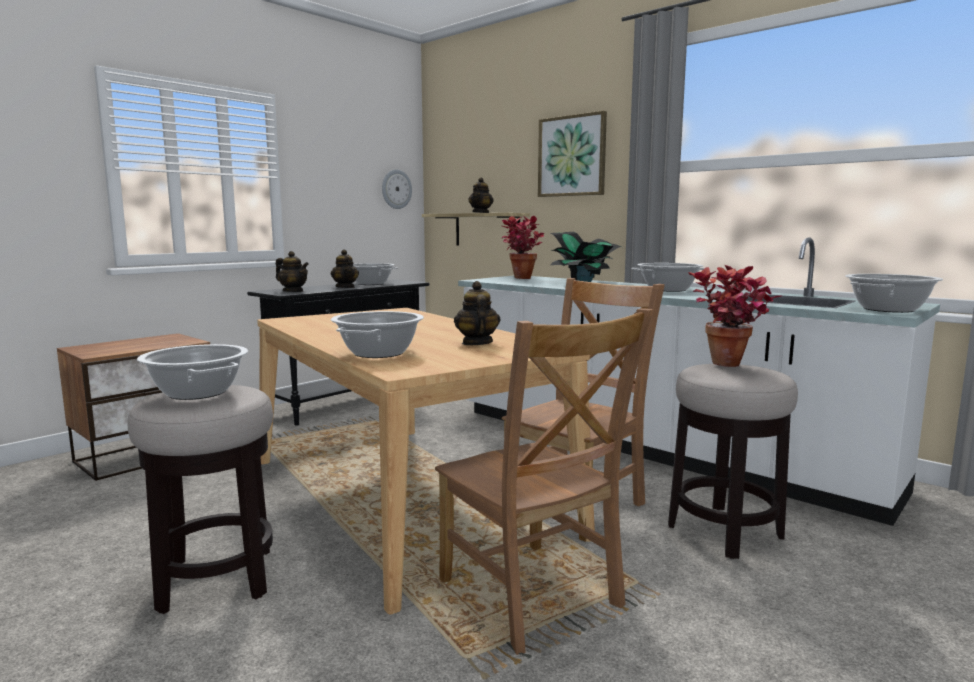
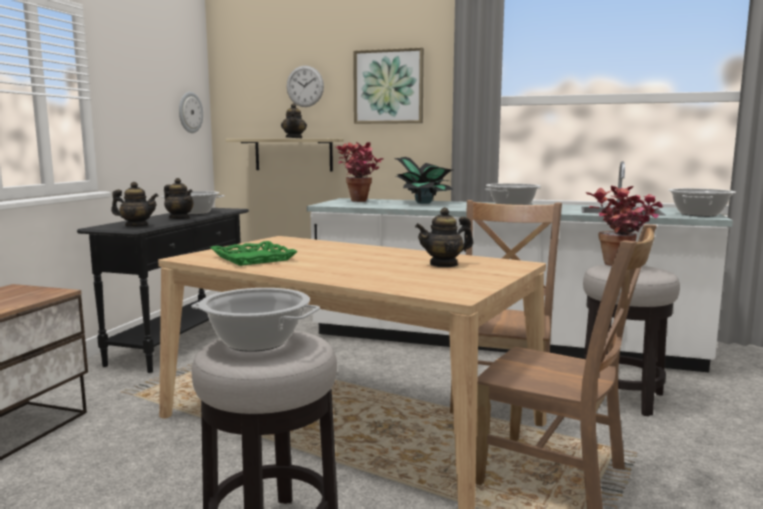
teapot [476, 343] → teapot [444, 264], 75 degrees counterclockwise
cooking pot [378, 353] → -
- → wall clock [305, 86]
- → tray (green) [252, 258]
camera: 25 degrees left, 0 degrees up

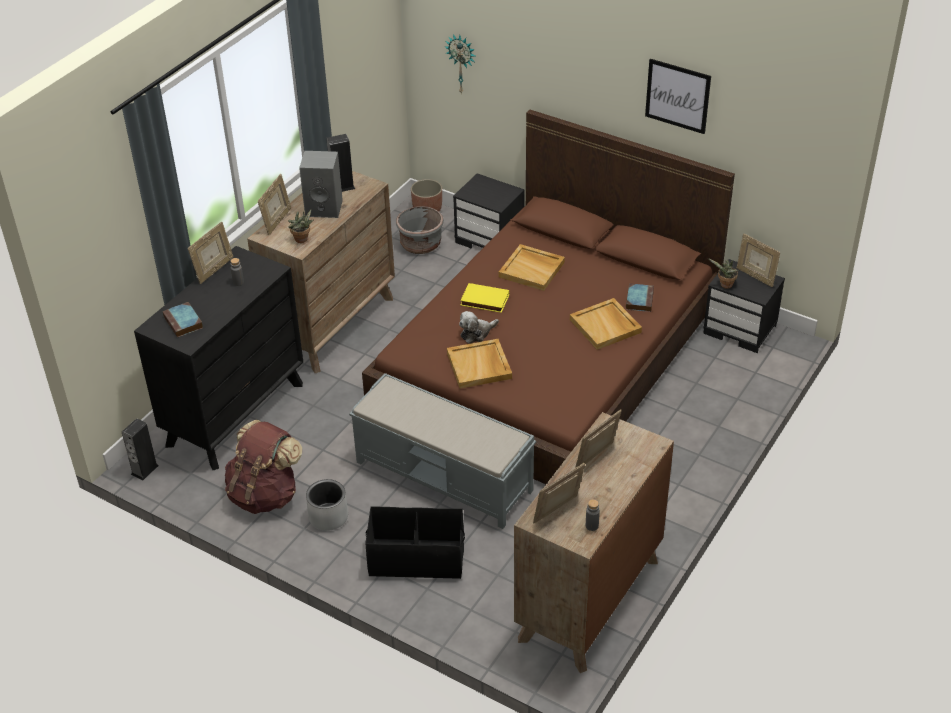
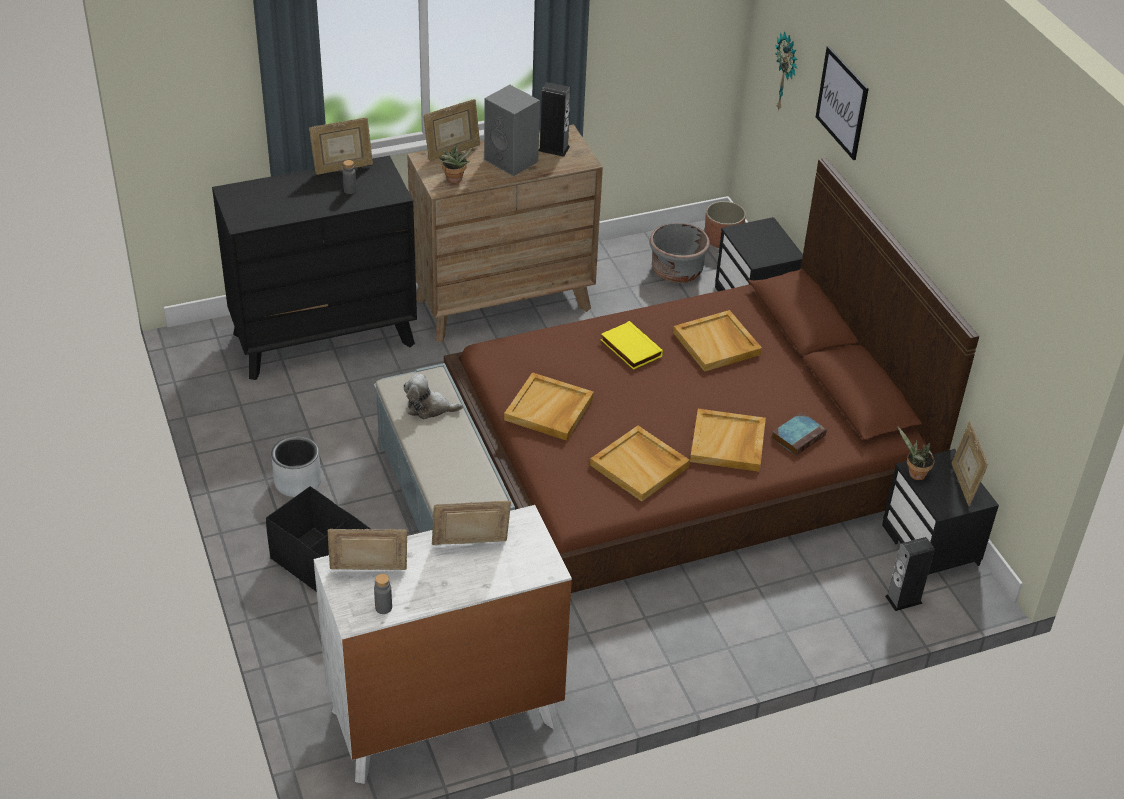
picture [677, 96] → picture [842, 102], moved
book [184, 323] → -
plush toy [476, 333] → plush toy [429, 408], moved
dresser (brown) [589, 600] → dresser (white) [445, 718]
speaker [144, 470] → speaker [903, 599], moved
backpack (brown) [265, 494] → -
- → tray (beige) [640, 466]
camera: 35 degrees right, 0 degrees up

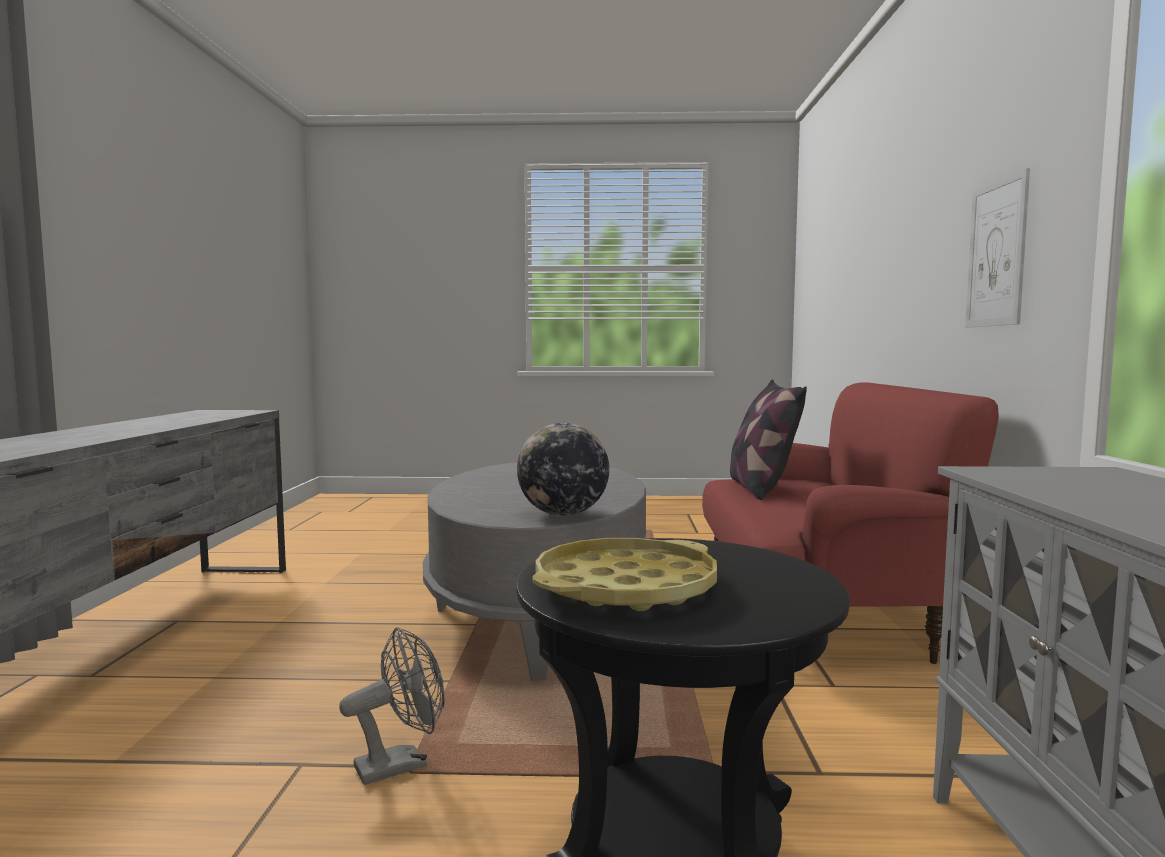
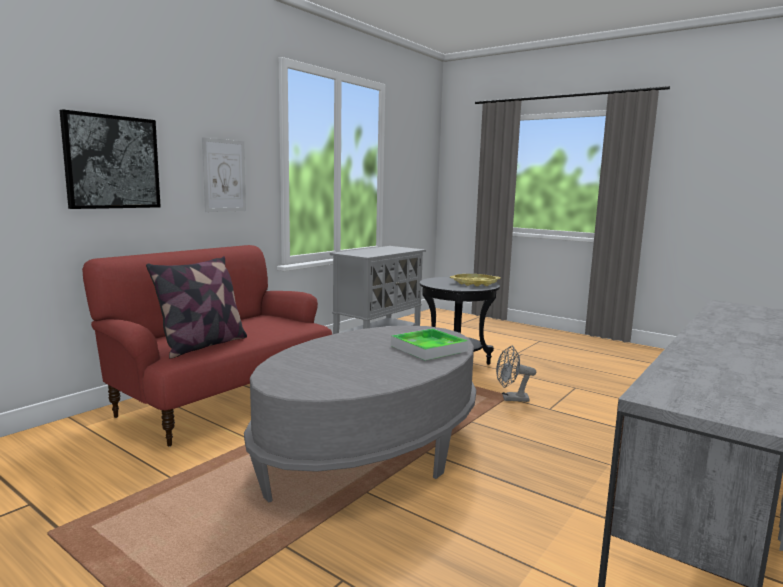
globe [563, 514] → -
- → picture [112, 162]
- → tray [428, 348]
camera: 145 degrees left, 5 degrees up

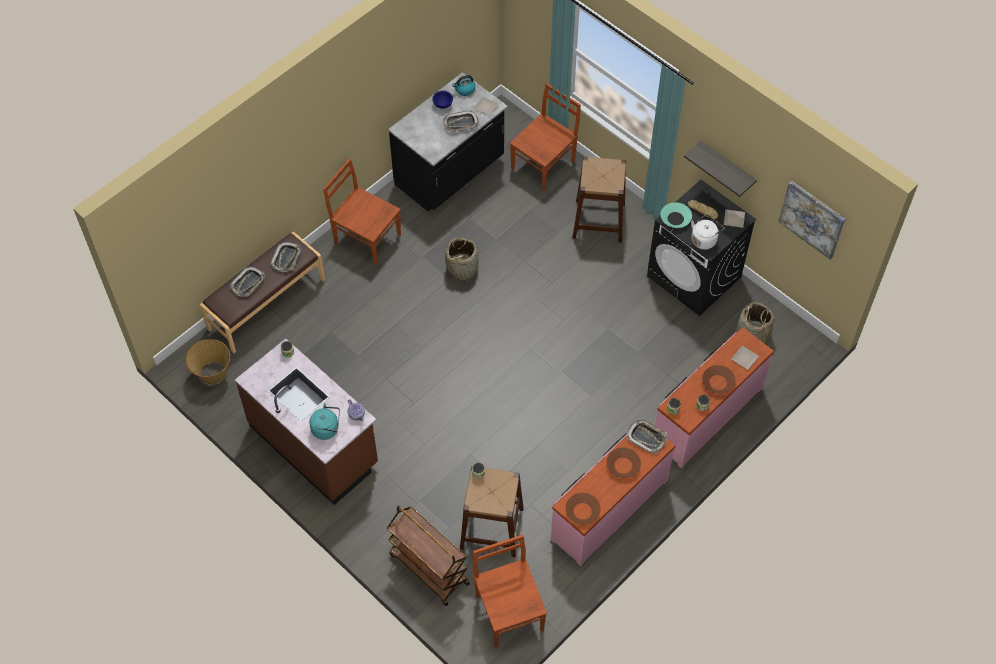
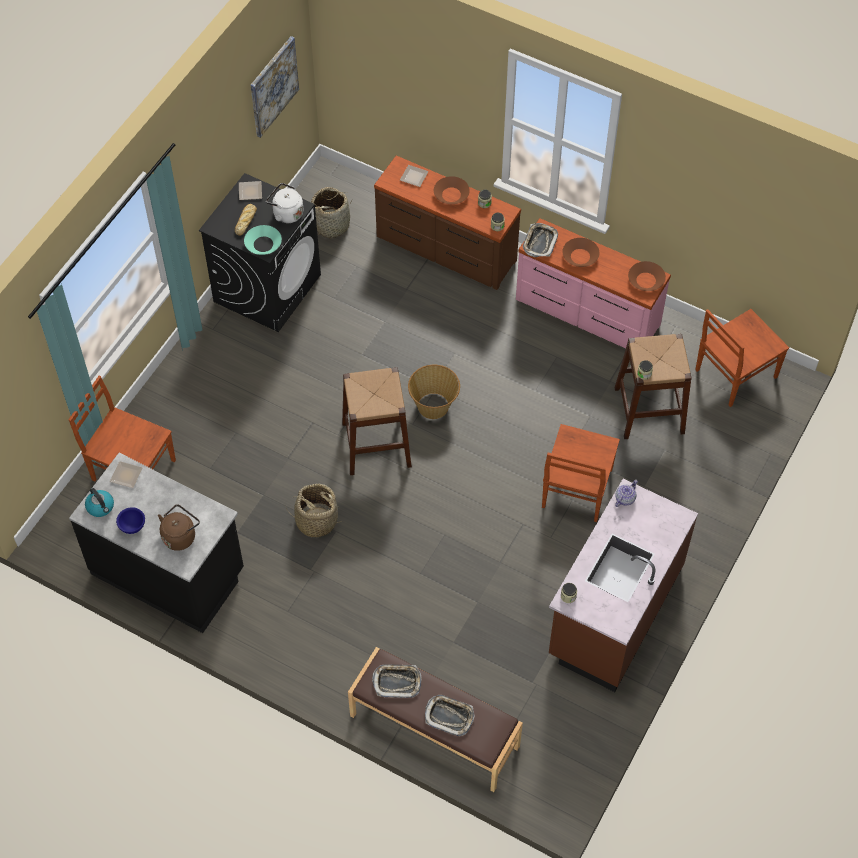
tray [460, 123] → -
shelf [727, 168] → -
stool (brown) [598, 220] → stool (brown) [376, 444], moved
chair (brown) [366, 238] → chair (brown) [576, 490], moved
dresser (pink) [706, 415] → dresser (brown) [445, 249]
basket [213, 373] → basket [434, 406], moved
kettle (turquoise) [327, 429] → -
cart (brown) [428, 569] → -
- → kettle (brown) [180, 536]
camera: 105 degrees left, 0 degrees up

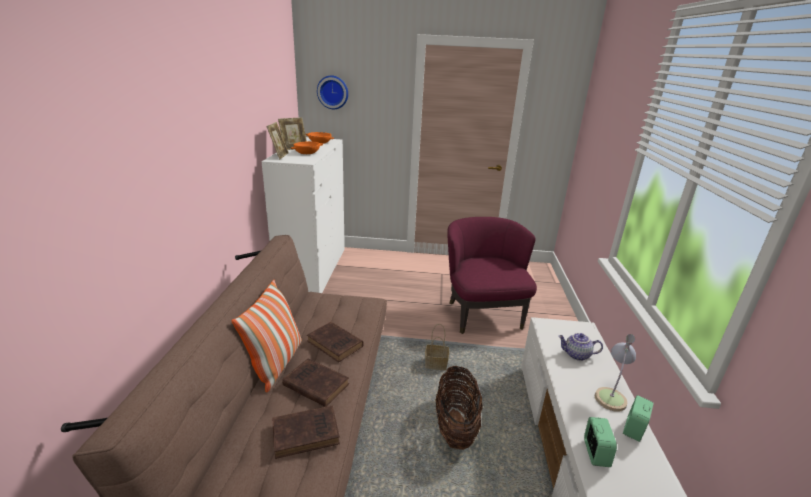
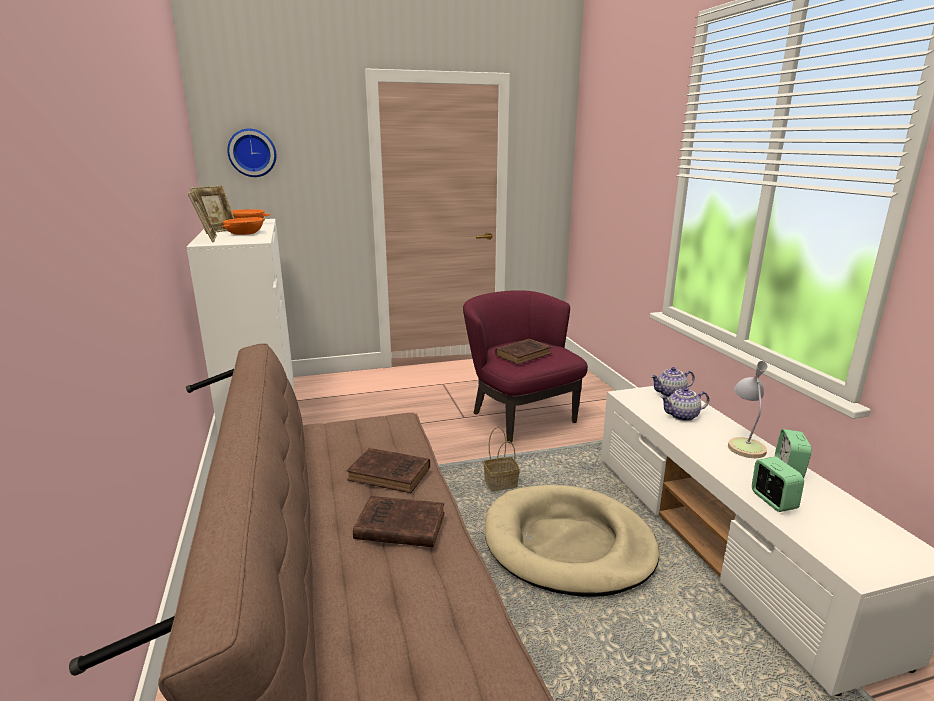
pillow [276, 363] → -
basket [455, 426] → dog bed (beige) [568, 544]
book (brown) [307, 433] → book (brown) [524, 354], moved
- → teapot [670, 394]
camera: 20 degrees left, 5 degrees down

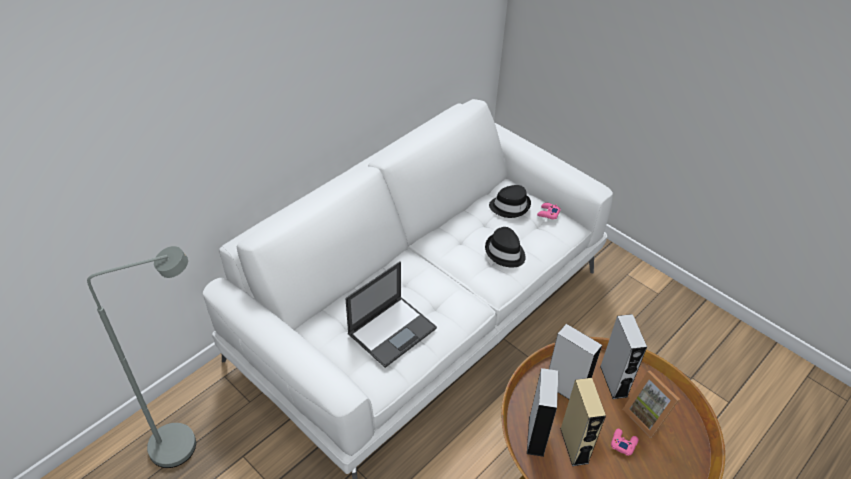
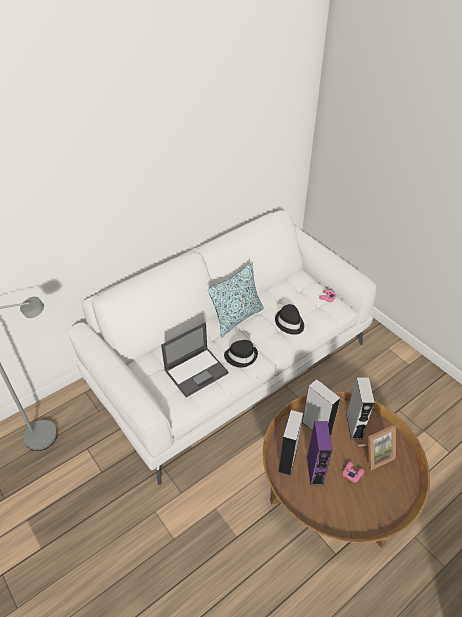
hat (black) [510, 206] → hat (black) [241, 356], moved
picture frame [647, 416] → picture frame [375, 454], 90 degrees counterclockwise
speaker (beige) [574, 445] → speaker (purple) [315, 470]
- → pillow [237, 318]
camera: 10 degrees right, 0 degrees up

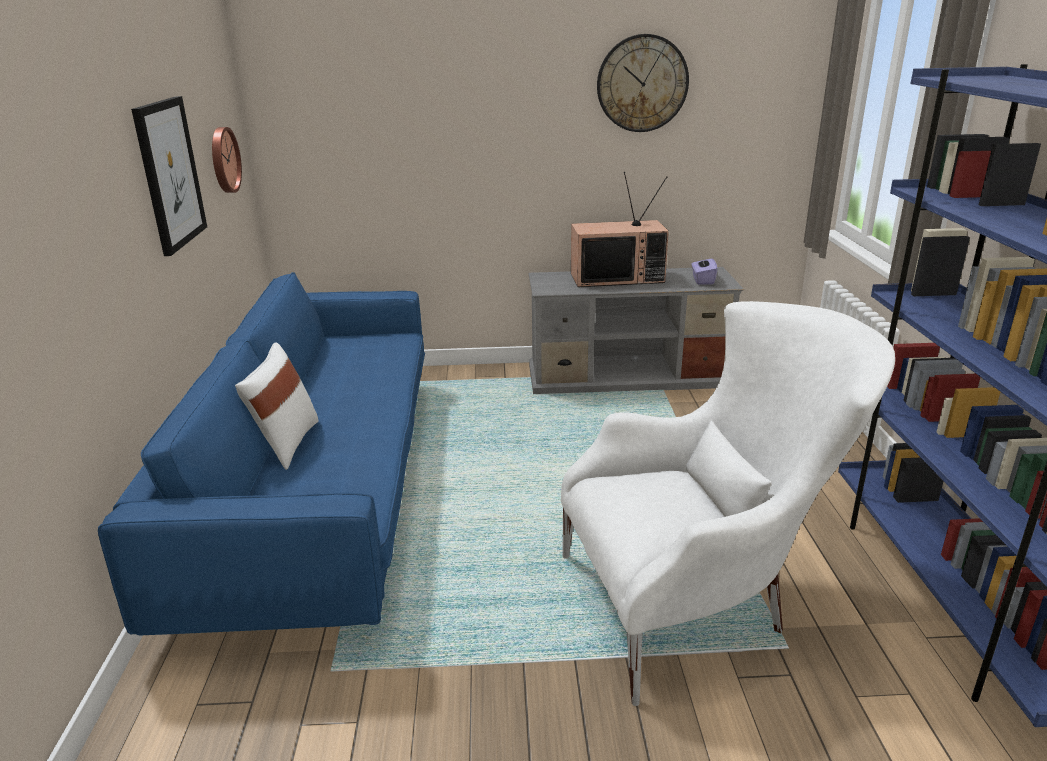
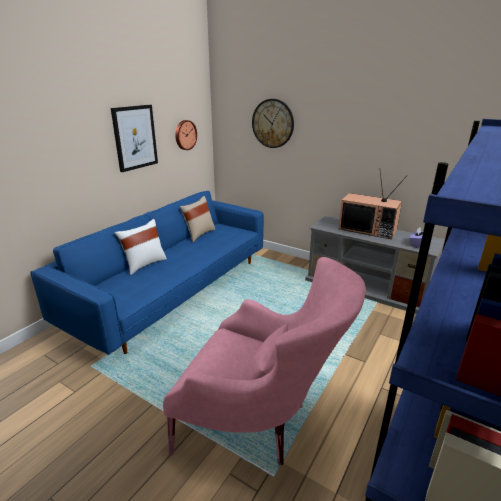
wall clock [642, 83] → wall clock [273, 123], moved
armchair (white) [701, 600] → armchair (pink) [260, 422]
- → pillow (beige) [199, 234]
camera: 35 degrees right, 0 degrees up

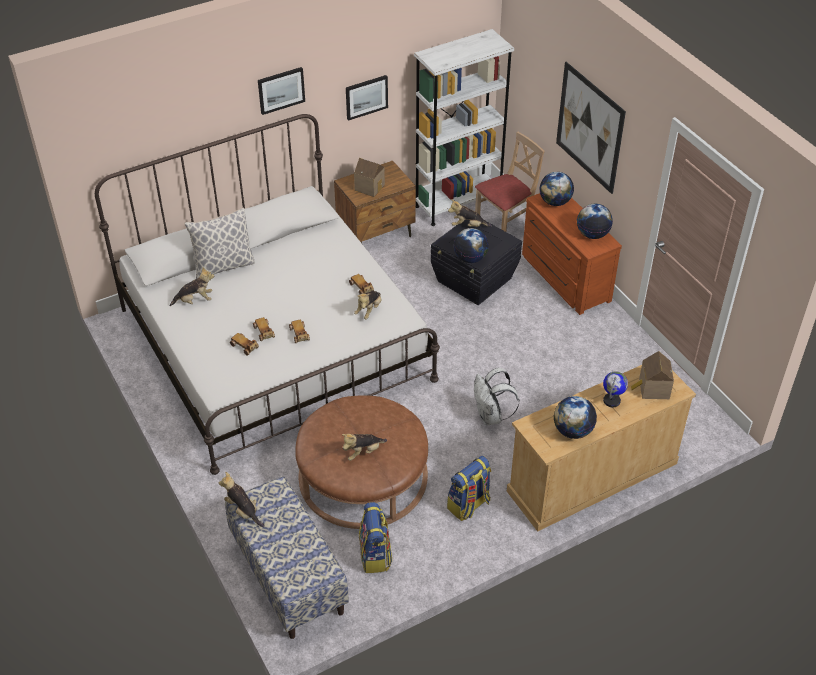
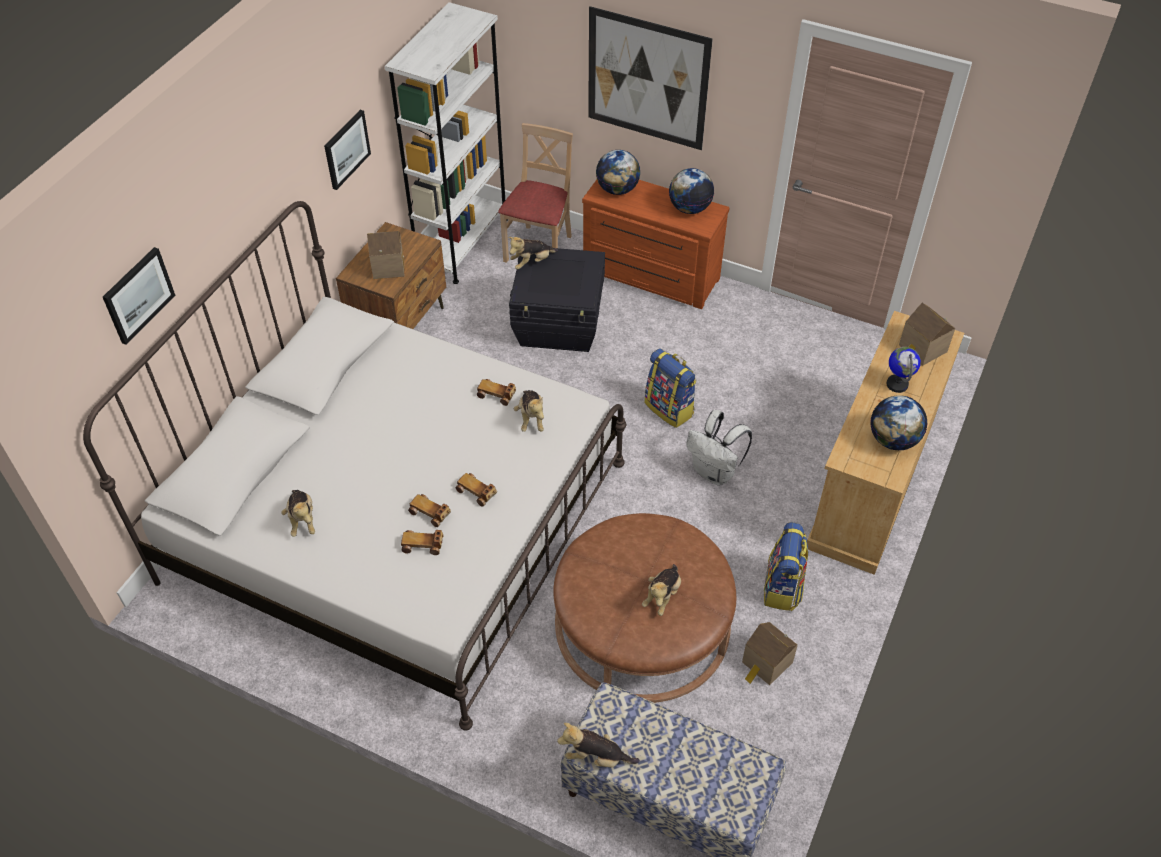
picture [281, 90] → picture [138, 295], moved
pillow [223, 265] → -
globe [470, 258] → -
plush toy [195, 300] → plush toy [302, 520], 120 degrees clockwise
backpack [375, 555] → backpack [670, 408], moved
- → toy house [766, 664]
camera: 35 degrees left, 5 degrees up

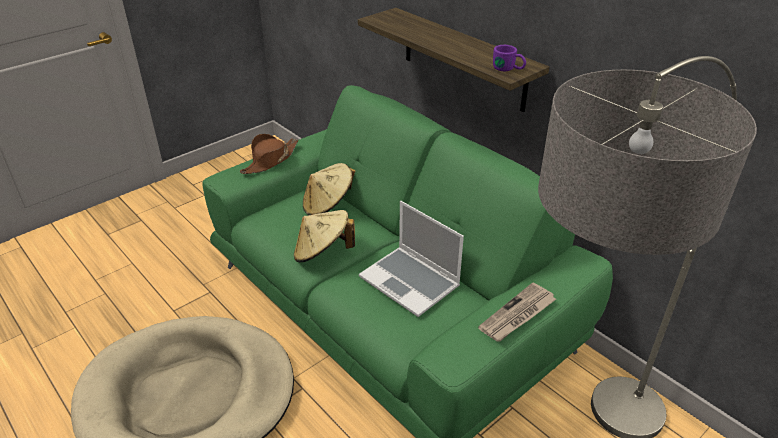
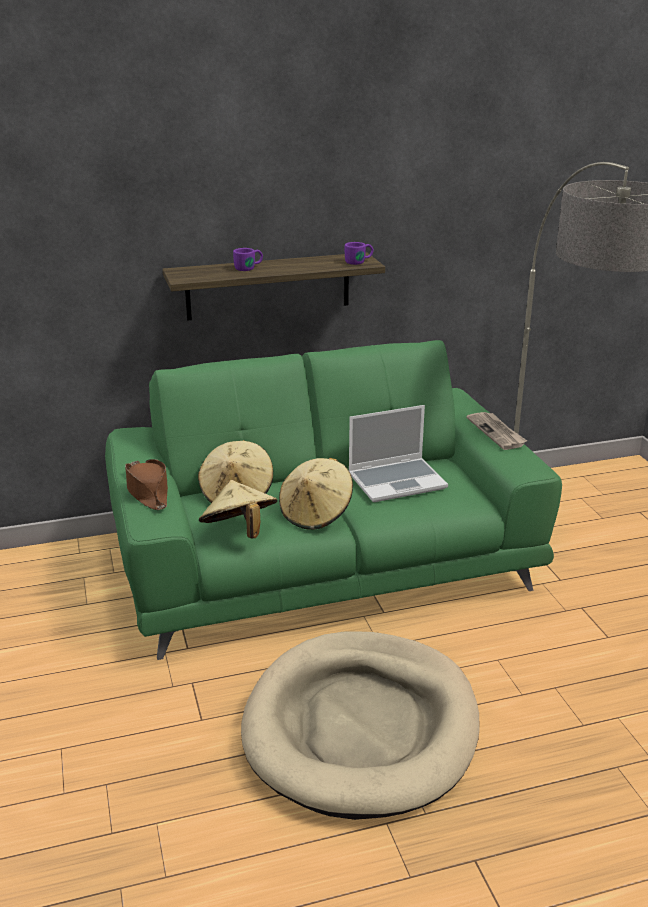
- → mug (purple) [249, 268]
- → hat (beige) [239, 532]
camera: 65 degrees left, 10 degrees down

